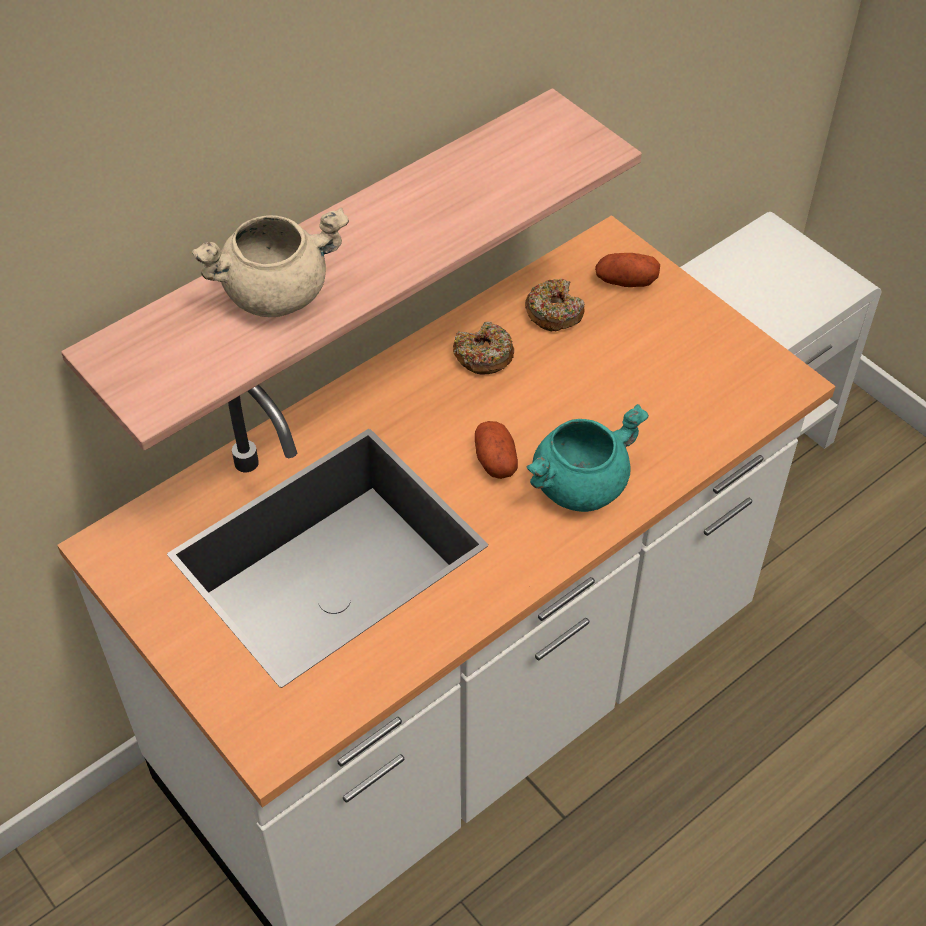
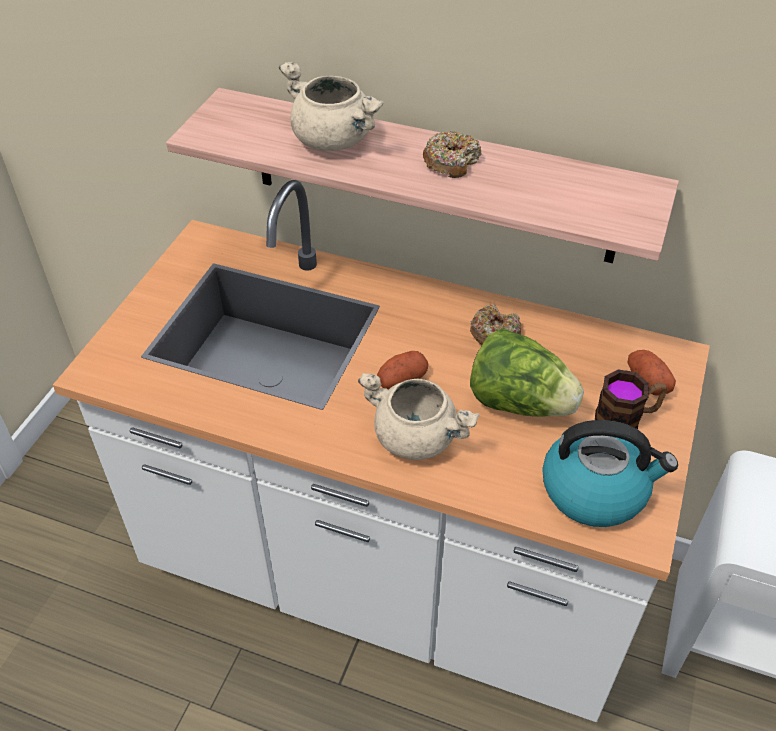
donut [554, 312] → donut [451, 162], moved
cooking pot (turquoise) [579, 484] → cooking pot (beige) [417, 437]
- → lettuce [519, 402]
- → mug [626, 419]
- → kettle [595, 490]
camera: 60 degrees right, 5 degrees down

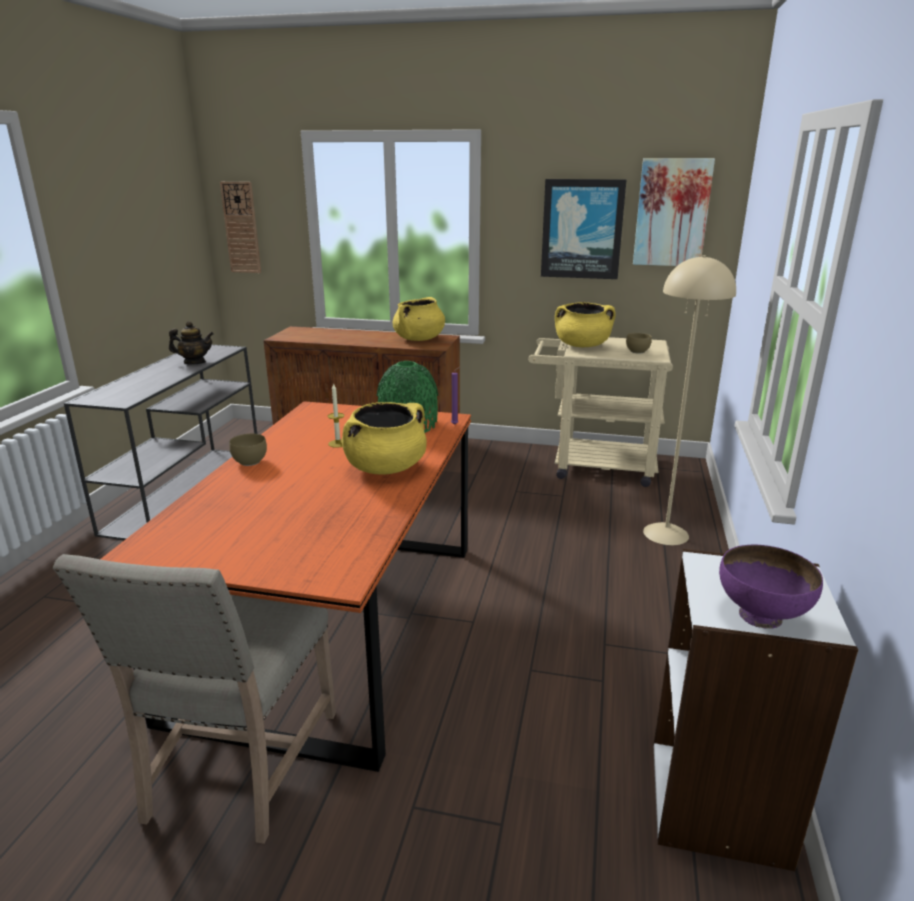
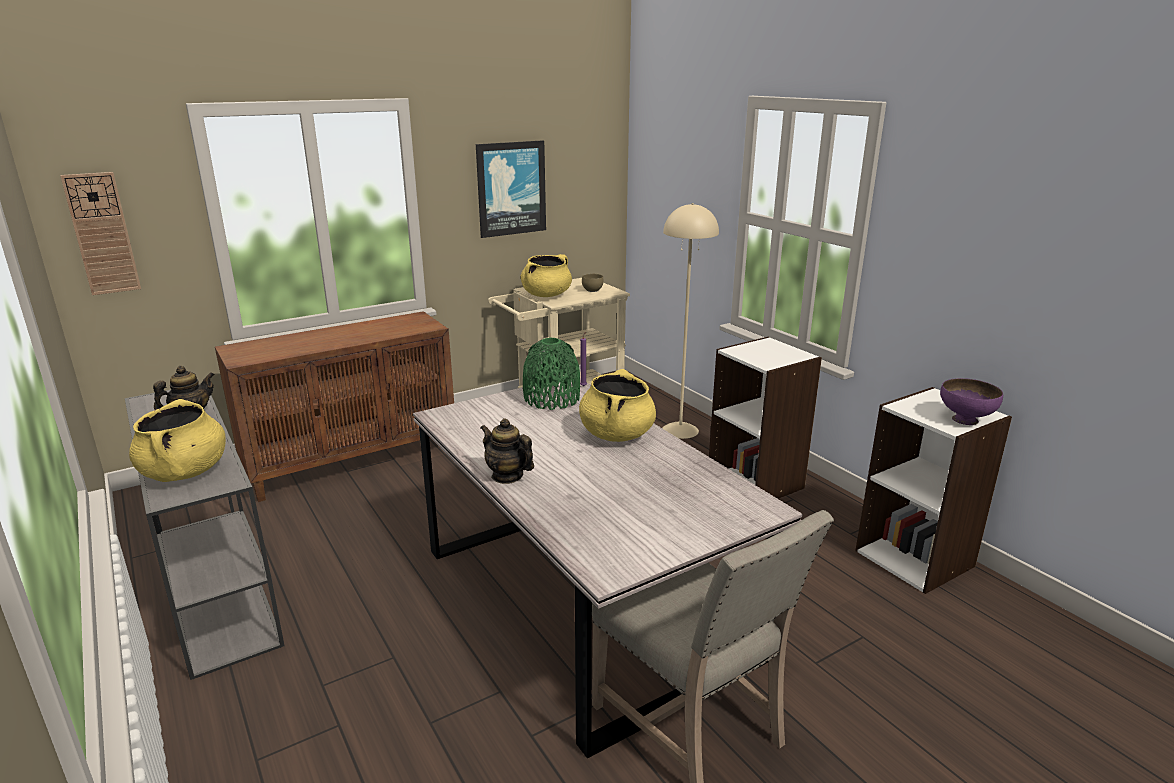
picture [672, 213] → -
cooking pot (yellow) [419, 339] → cooking pot (yellow) [185, 472], moved
candle [338, 443] → -
dining table (orange) [334, 622] → dining table (grey) [581, 601]
bowl (brown) [249, 462] → teapot [507, 476]
- → bookcase (white) [756, 482]
camera: 45 degrees left, 0 degrees up

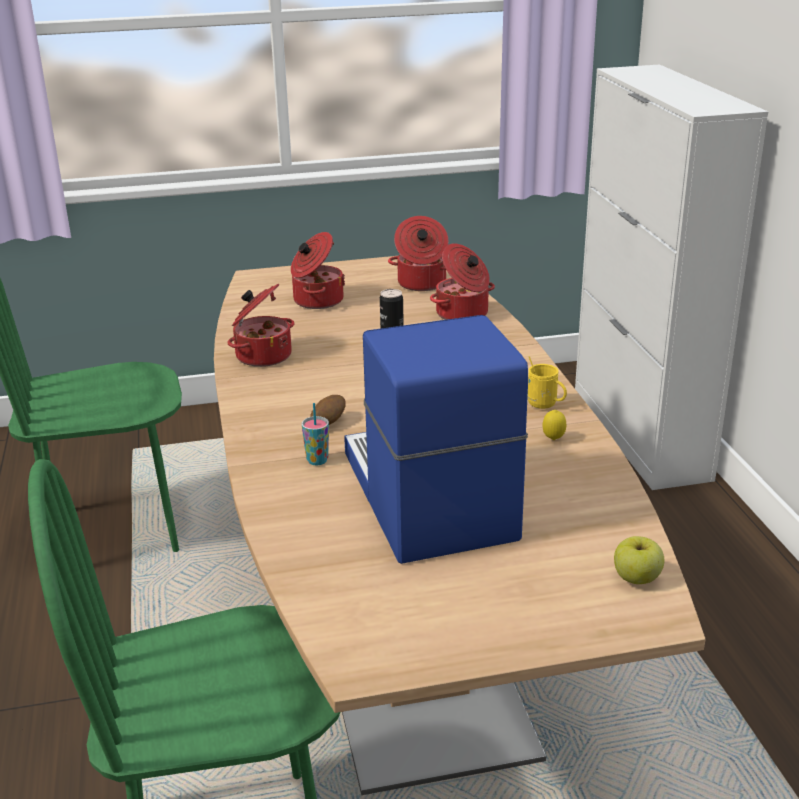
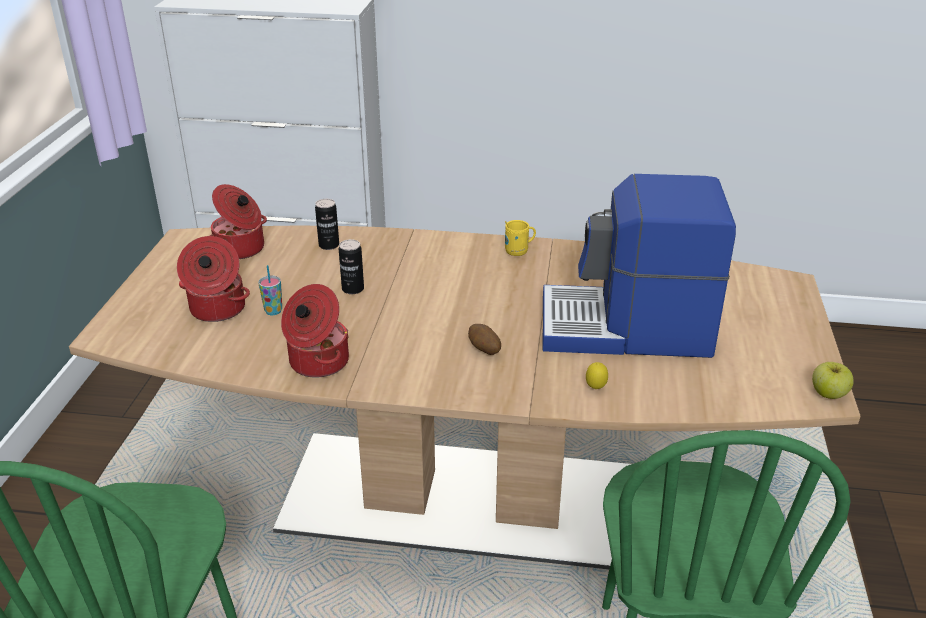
cooking pot [463, 314] → can [329, 245]
cup [317, 461] → cup [273, 311], moved
lemon [553, 439] → lemon [595, 388], moved
apple [637, 578] → apple [828, 394], moved
camera: 70 degrees left, 5 degrees up

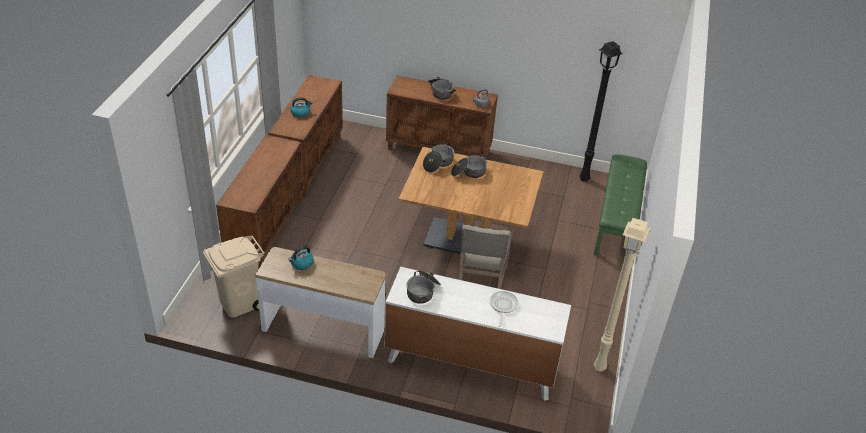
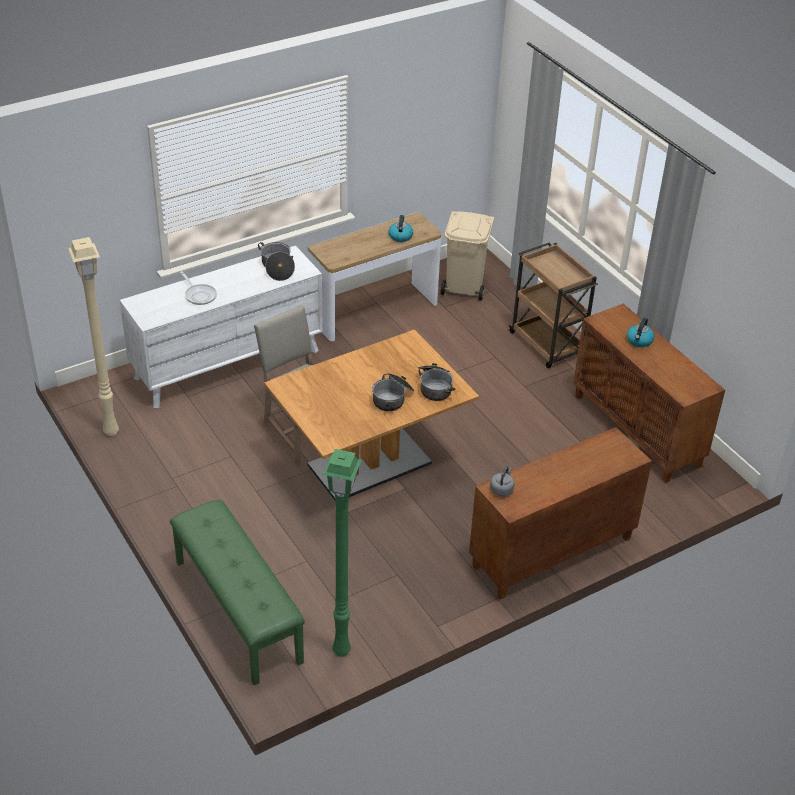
floor lamp (black) [584, 178] → floor lamp (green) [342, 652]
cooking pot [440, 92] → -
cabinet (brown) [265, 230] → cart (brown) [547, 345]
camera: 135 degrees right, 0 degrees up

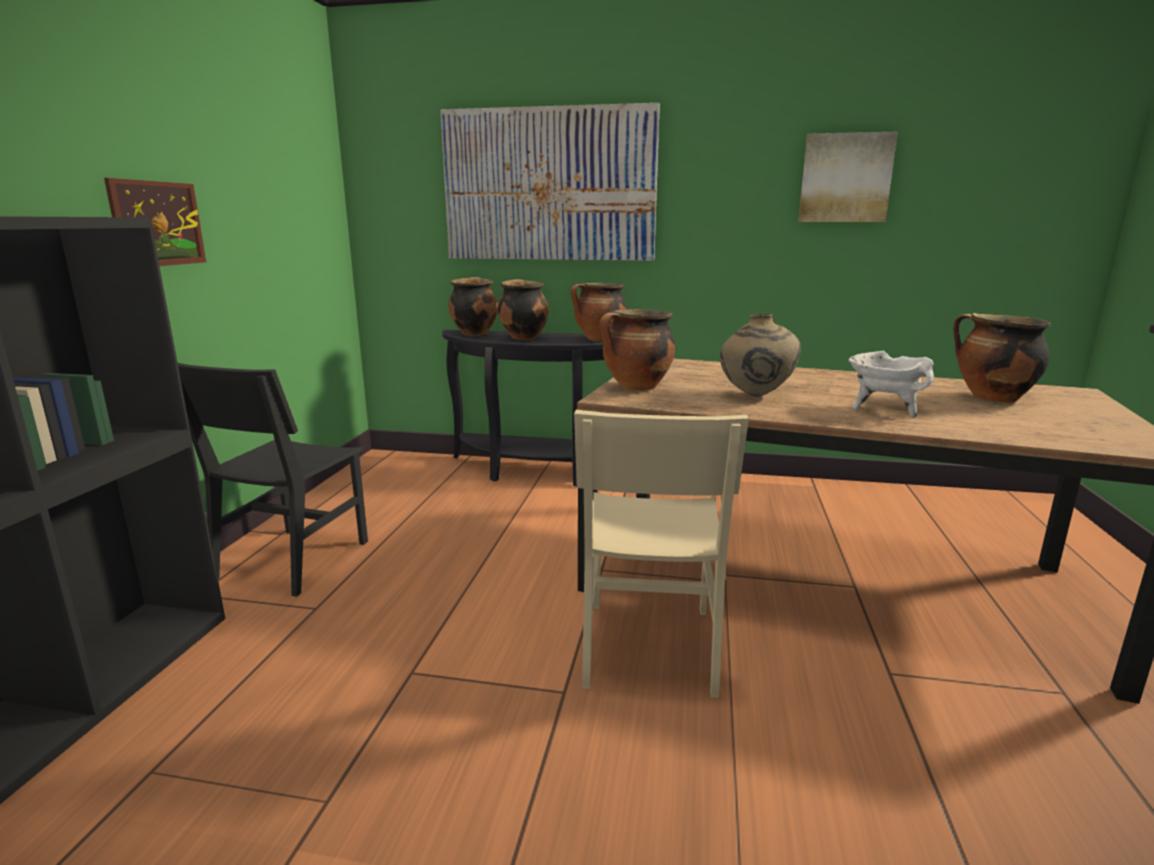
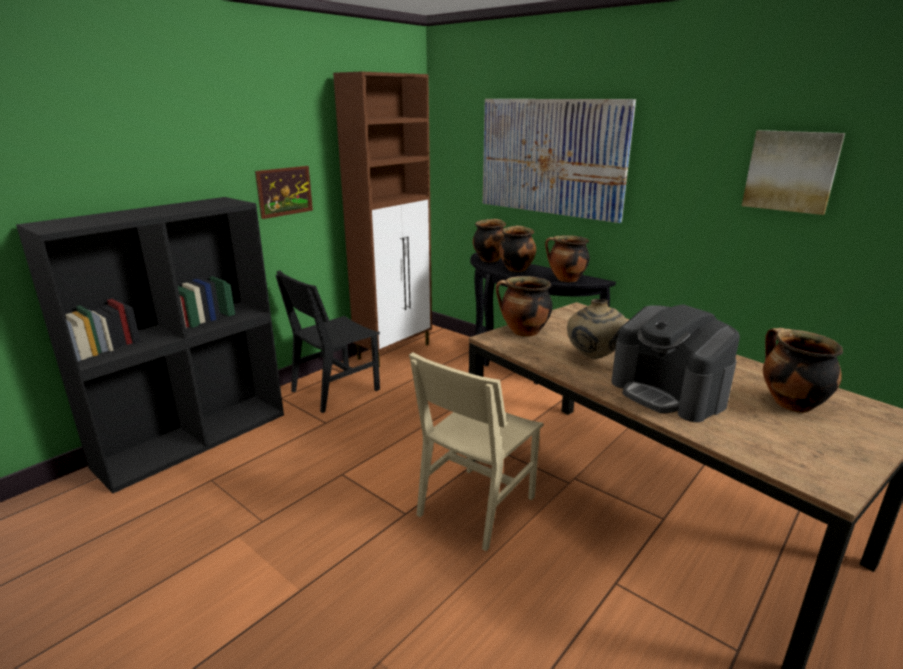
cooking pot (white) [884, 410] → coffee machine [668, 393]
- → cabinet (brown) [395, 351]
camera: 30 degrees right, 5 degrees up

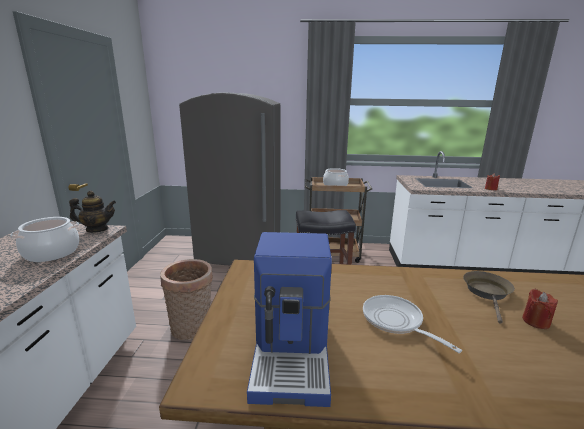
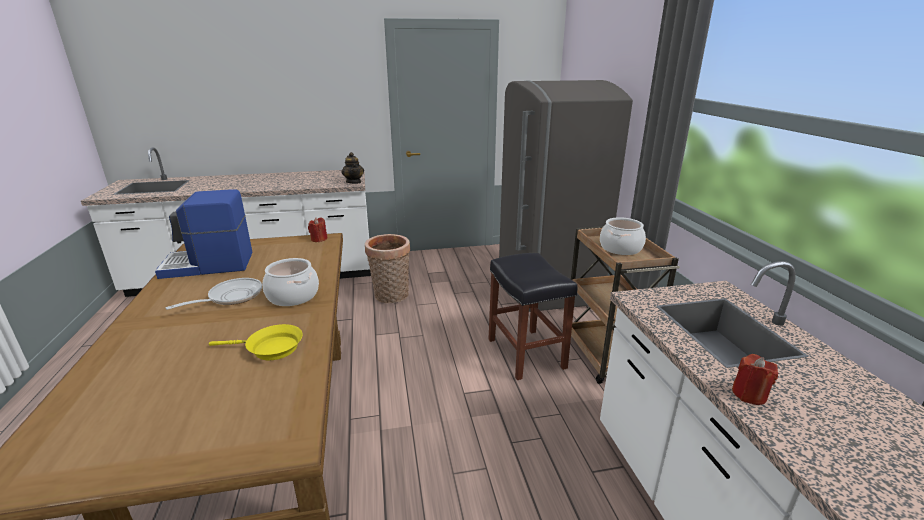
cooking pot [51, 253] → cooking pot [292, 296], moved
frying pan (brown) [487, 293] → frying pan (yellow) [270, 348]
candle (red) [535, 321] → candle (red) [319, 239], moved
camera: 75 degrees right, 5 degrees up

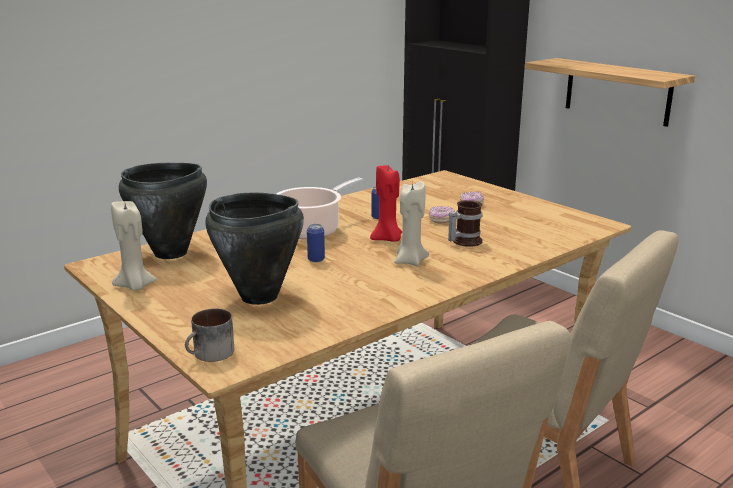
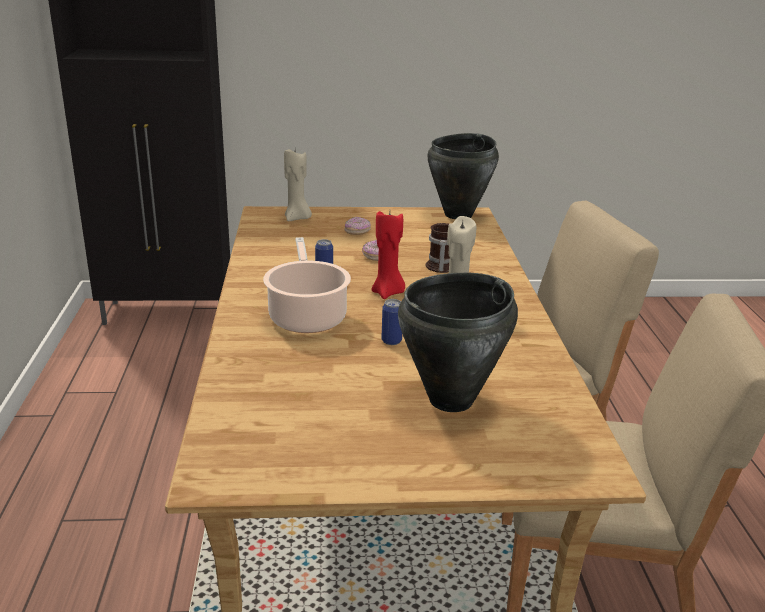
shelf [617, 91] → -
cooking pot (black) [171, 253] → cooking pot (black) [459, 215], moved
candle (beige) [135, 286] → candle (beige) [297, 218], moved
mug [211, 354] → -
camera: 55 degrees left, 5 degrees up

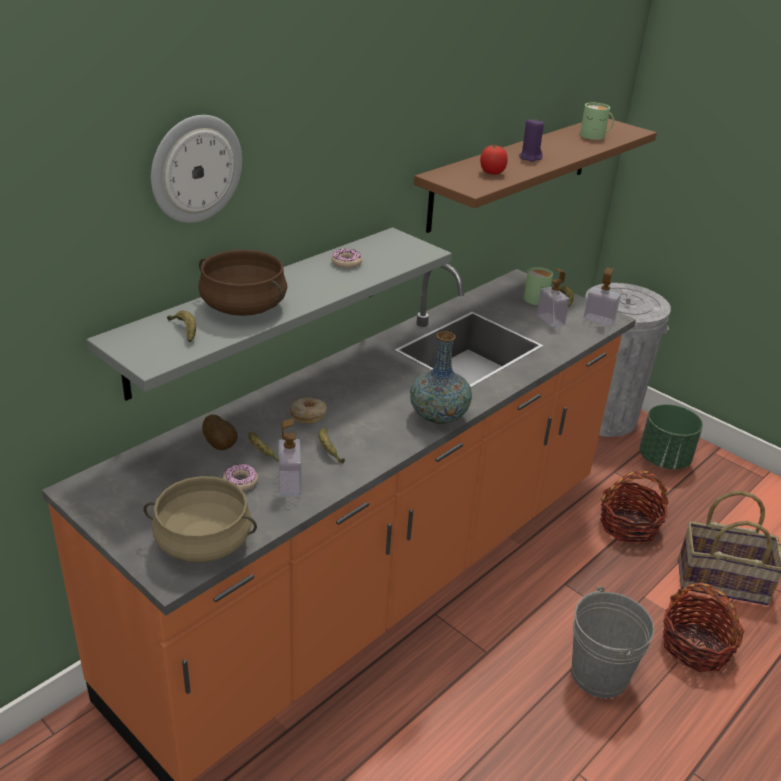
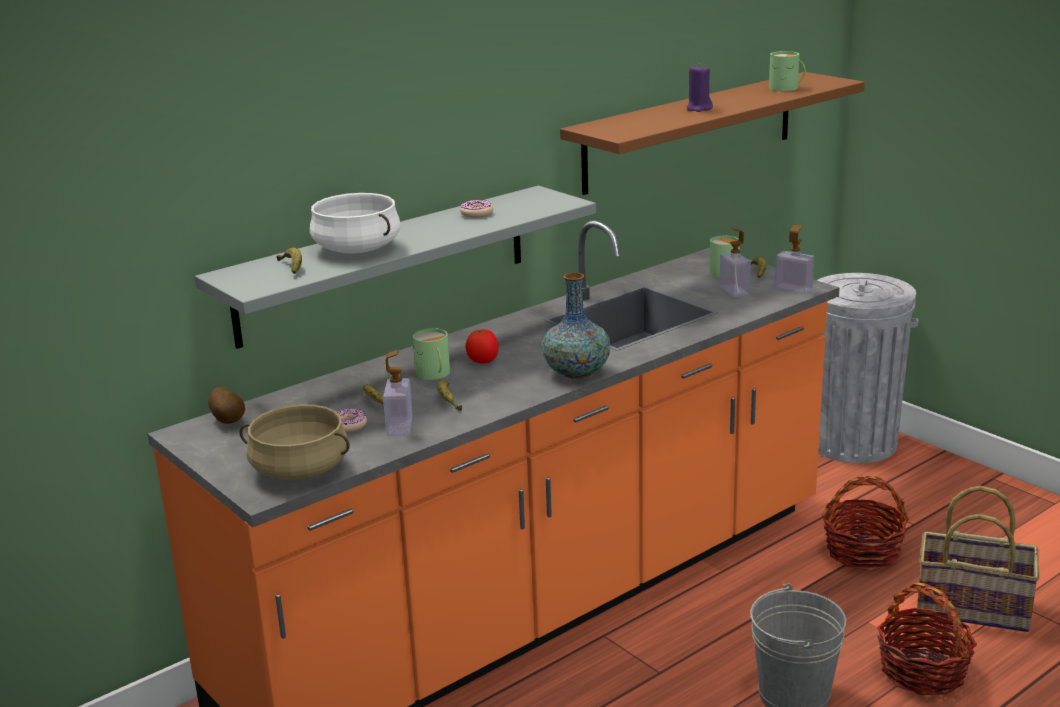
wall clock [195, 169] → -
tomato [492, 173] → tomato [483, 361], moved
cooking pot (brown) [243, 307] → cooking pot (white) [356, 249]
donut [308, 415] → mug (green) [433, 374]
planter (green) [663, 459] → -
potato [221, 445] → potato [229, 420], moved
camera: 10 degrees right, 10 degrees down

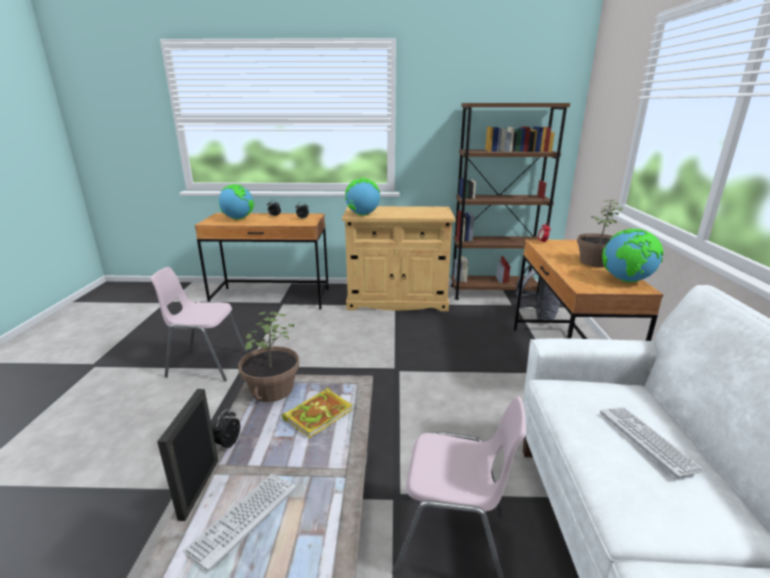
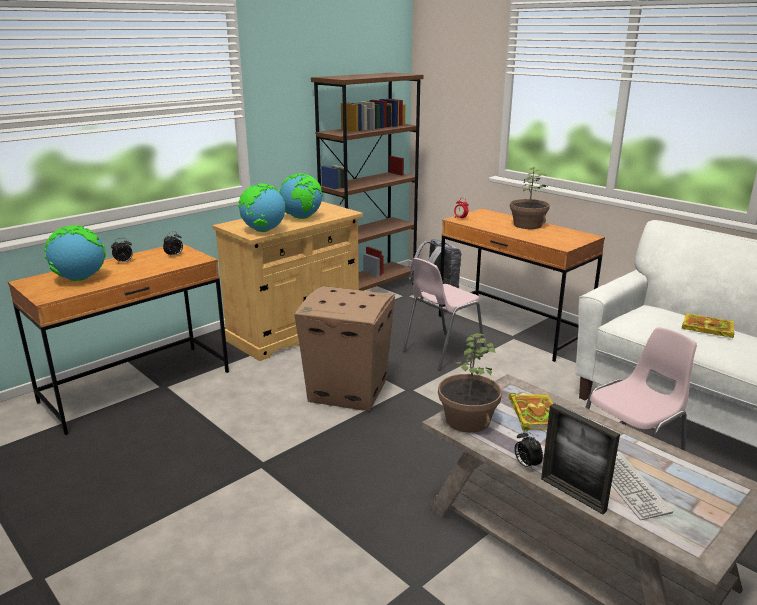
globe [626, 281] → globe [302, 218], moved
chair (pink) [206, 364] → chair (pink) [441, 351], moved
keyboard [647, 440] → book [706, 328]
- → cardboard box [349, 390]
camera: 45 degrees left, 0 degrees up

